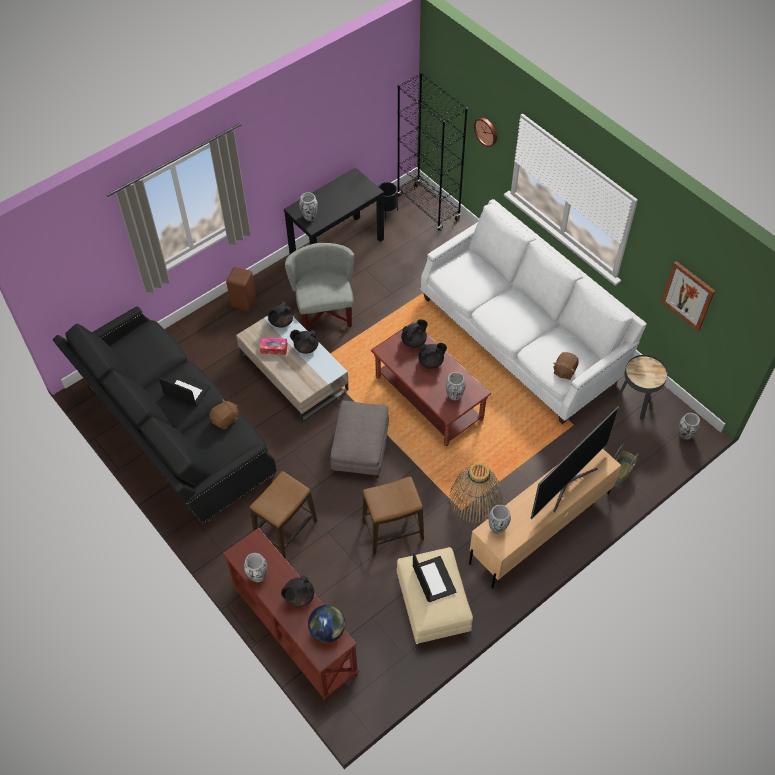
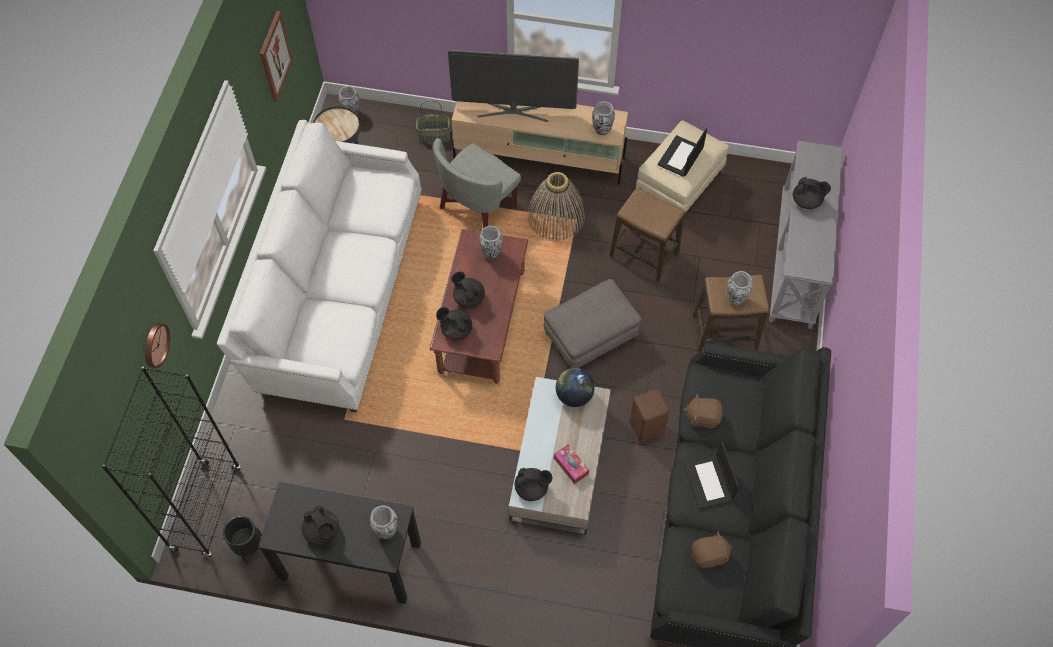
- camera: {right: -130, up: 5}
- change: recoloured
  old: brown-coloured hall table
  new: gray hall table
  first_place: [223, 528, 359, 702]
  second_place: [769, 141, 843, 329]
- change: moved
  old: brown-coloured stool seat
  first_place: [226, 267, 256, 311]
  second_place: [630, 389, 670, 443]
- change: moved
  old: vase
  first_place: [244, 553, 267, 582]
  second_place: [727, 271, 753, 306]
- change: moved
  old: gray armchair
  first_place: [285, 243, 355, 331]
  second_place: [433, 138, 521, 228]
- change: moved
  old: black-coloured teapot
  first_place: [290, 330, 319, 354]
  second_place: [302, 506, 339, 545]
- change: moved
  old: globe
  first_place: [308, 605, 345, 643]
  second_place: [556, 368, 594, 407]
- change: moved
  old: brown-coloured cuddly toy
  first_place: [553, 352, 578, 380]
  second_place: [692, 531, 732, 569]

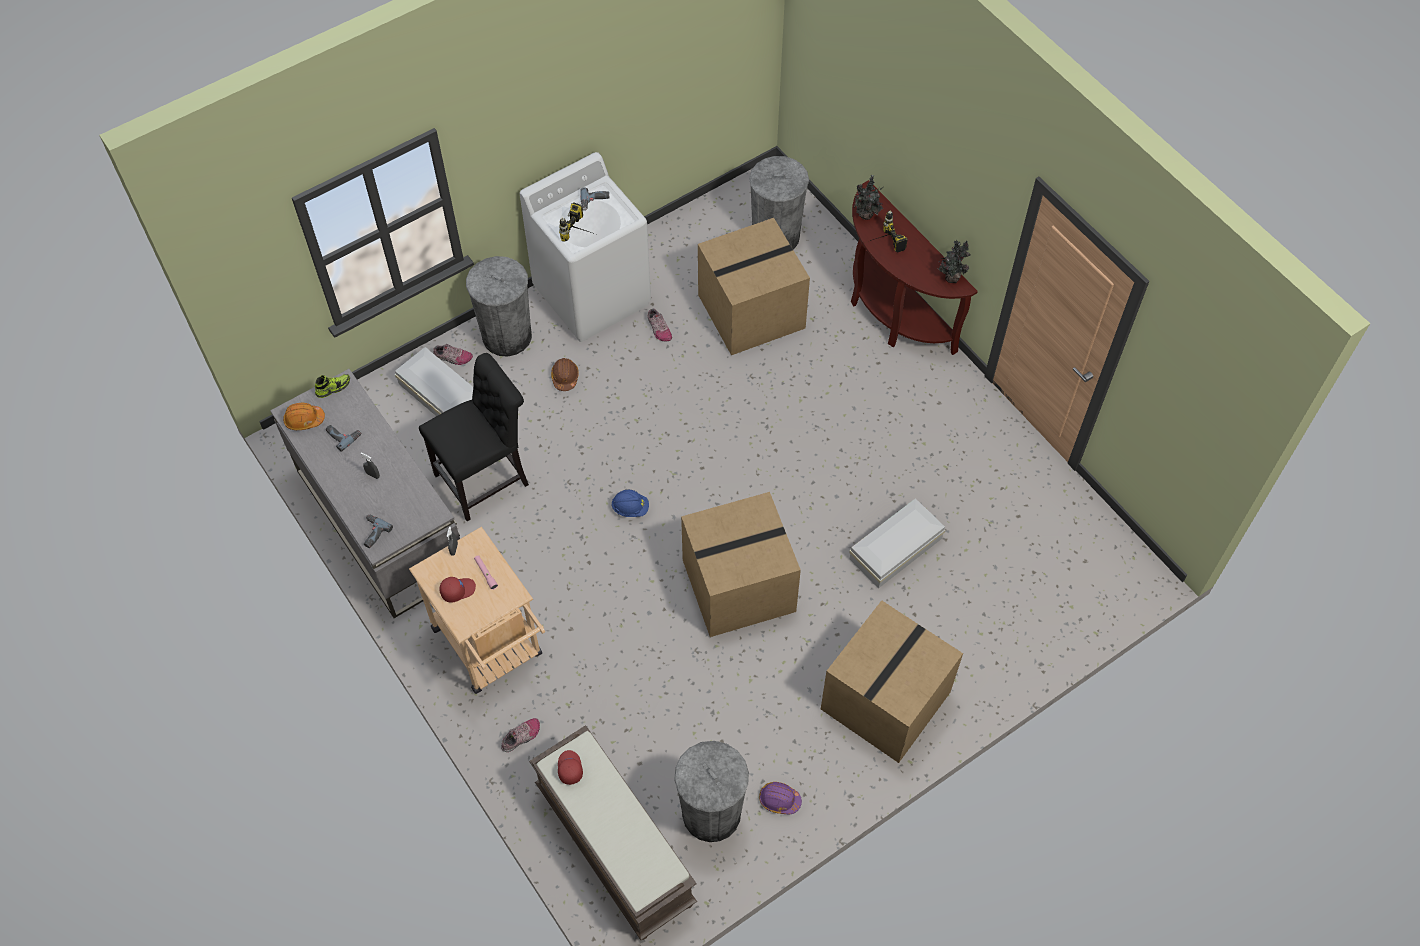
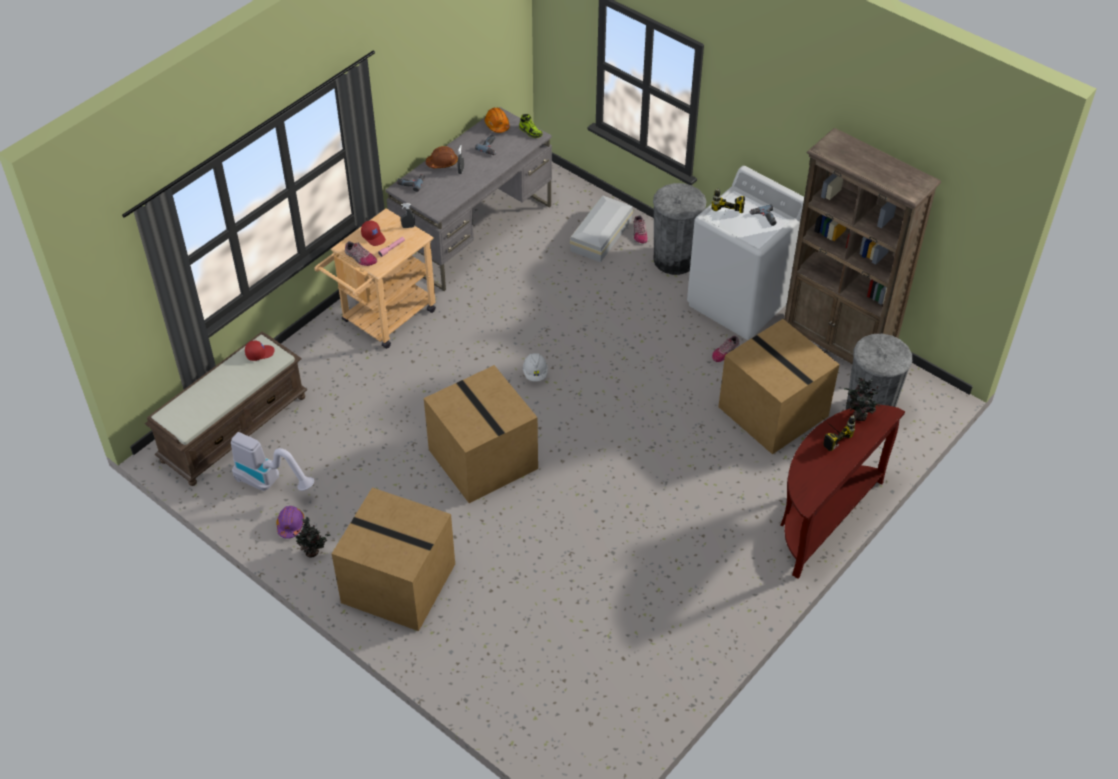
- camera: {right: 75, up: -10}
- change: removed
  old: black-coloured plain chair
  first_place: [419, 353, 529, 521]
- change: moved
  old: shoe
  first_place: [501, 718, 540, 752]
  second_place: [345, 241, 377, 266]
- change: moved
  old: brown-coloured safety helmet
  first_place: [551, 358, 579, 391]
  second_place: [426, 146, 458, 168]
- change: recoloured
  old: bluish safety helmet
  new: white safety helmet
  first_place: [611, 490, 649, 517]
  second_place: [523, 353, 548, 381]
- change: replaced
  old: gray trash can
  new: hoover
  first_place: [674, 741, 749, 842]
  second_place: [231, 432, 314, 491]
- change: removed
  old: white storage bin
  first_place: [849, 498, 945, 588]
- change: moved
  old: houseplant
  first_place: [937, 240, 971, 283]
  second_place: [291, 517, 331, 558]
- change: added
  new: brown-coloured bookcase
  second_place: [784, 128, 941, 364]

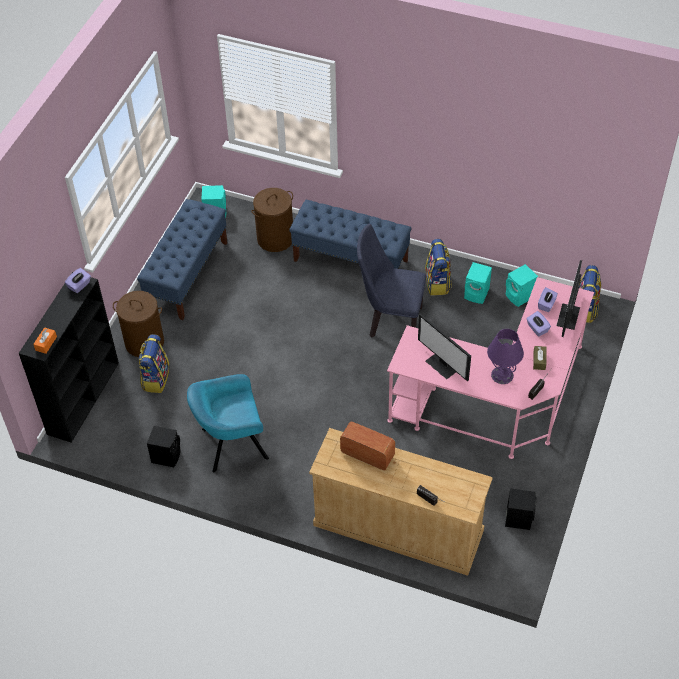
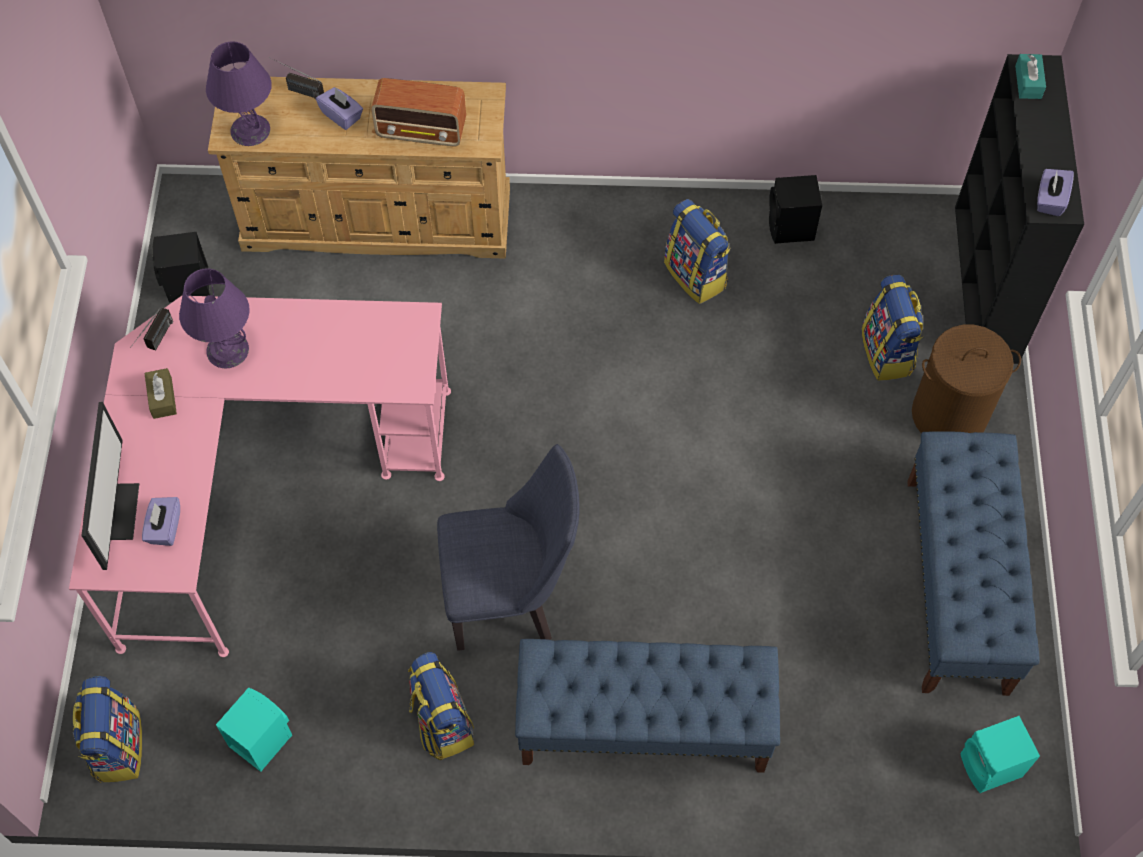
- camera: {right: 160, up: 10}
- change: recoloured
  old: orange-coloured box of tissues
  new: blue-green box of tissues
  first_place: [33, 327, 57, 354]
  second_place: [1015, 54, 1046, 99]
- change: replaced
  old: blue-green armchair
  new: knapsack
  first_place: [187, 374, 269, 473]
  second_place: [664, 199, 731, 304]
- change: removed
  old: brown-coloured hamper
  first_place: [251, 188, 293, 252]
- change: removed
  old: monitor
  first_place: [418, 314, 471, 381]
- change: removed
  old: blue-green loudspeaker
  first_place: [464, 262, 492, 304]
- change: moved
  old: purplish box of tissues
  first_place: [526, 311, 551, 337]
  second_place: [316, 87, 363, 130]
- change: added
  new: purplish lamp for a table
  second_place: [206, 41, 272, 146]

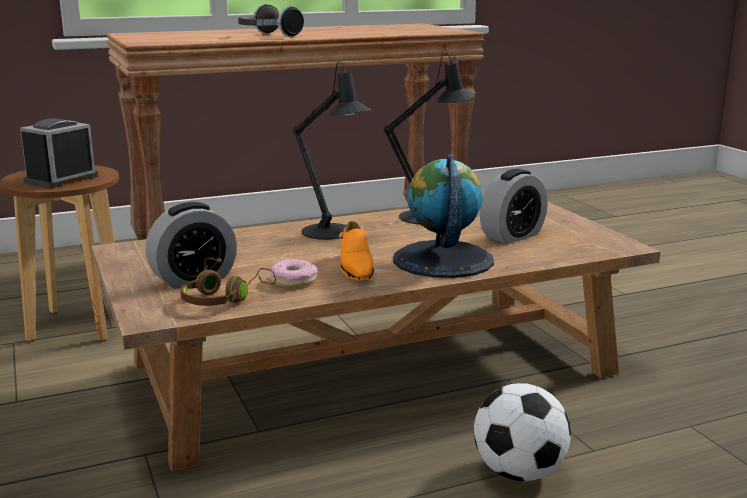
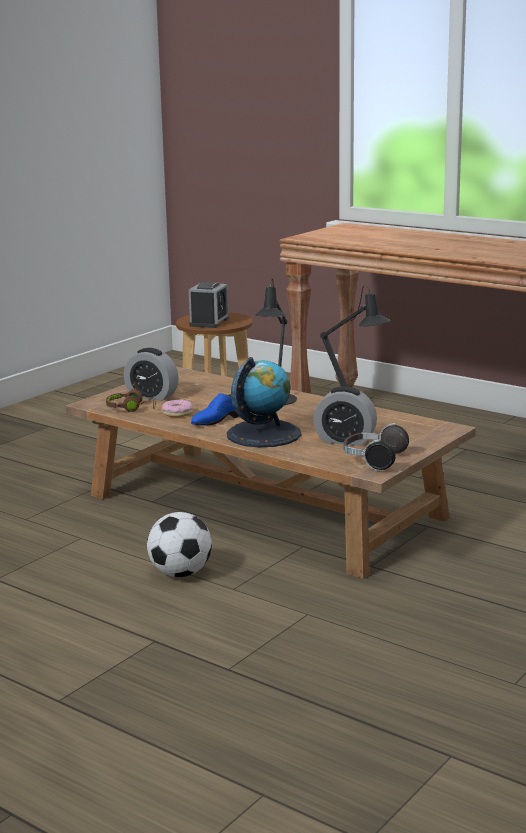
- camera: {right: 60, up: 0}
- change: turned
  old: bedside clock
  first_place: [20, 118, 98, 189]
  second_place: [189, 282, 229, 328]
  degrees: 105
- change: moved
  old: headset
  first_place: [238, 3, 304, 38]
  second_place: [344, 423, 409, 471]
- change: recoloured
  old: orange-coloured shoe
  new: bluish shoe
  first_place: [339, 221, 374, 280]
  second_place: [191, 393, 240, 426]

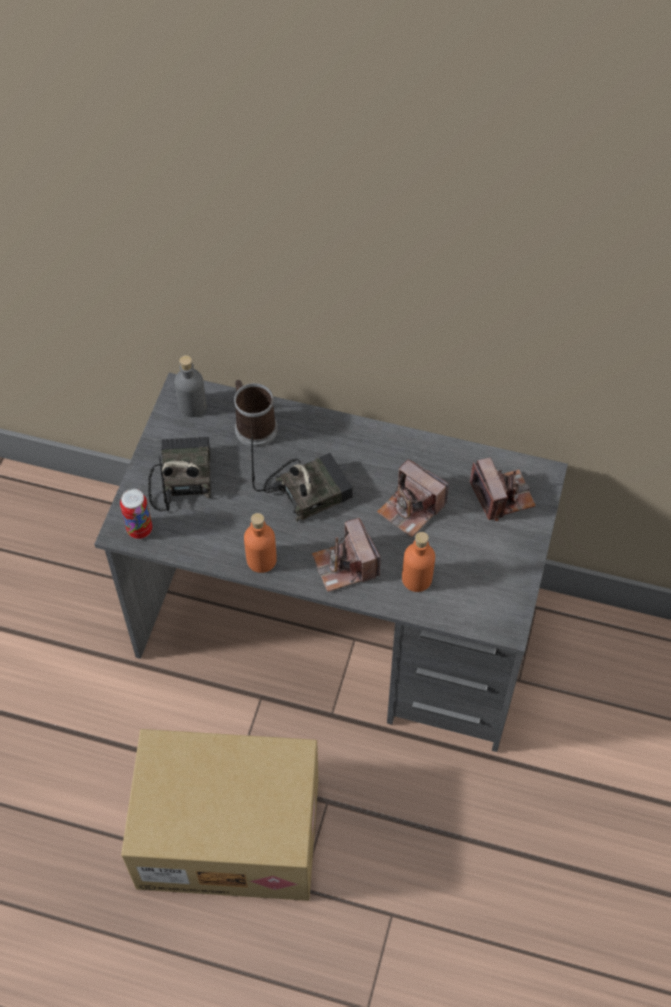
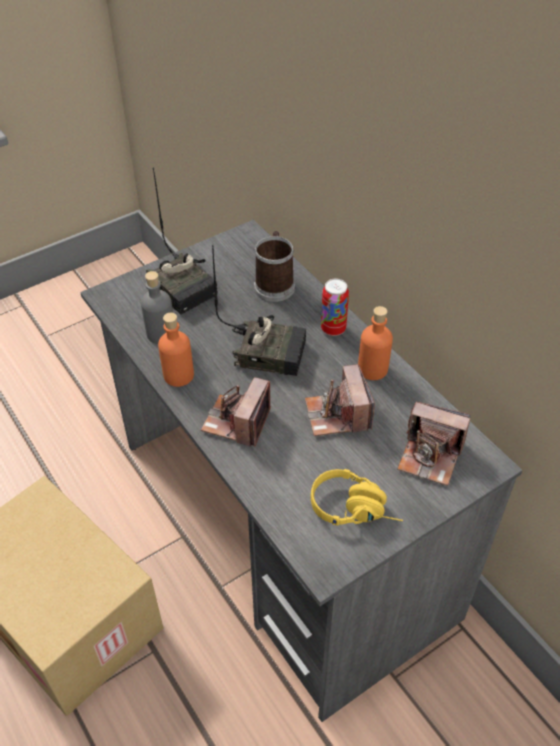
- camera: {right: 40, up: -10}
- change: moved
  old: sealed can
  first_place: [120, 489, 152, 539]
  second_place: [321, 279, 349, 336]
- change: turned
  old: radio set
  first_place: [148, 437, 211, 511]
  second_place: [146, 168, 218, 315]
  degrees: 105
- change: moved
  old: gray beverage bottle
  first_place: [174, 355, 206, 417]
  second_place: [141, 271, 173, 344]
- change: moved
  old: orange-coloured beverage bottle
  first_place: [402, 532, 435, 592]
  second_place: [358, 306, 393, 380]
- change: turned
  old: still camera
  first_place: [469, 457, 536, 521]
  second_place: [397, 402, 471, 486]
  degrees: 90
- change: added
  new: yellow headset
  second_place: [311, 469, 403, 526]

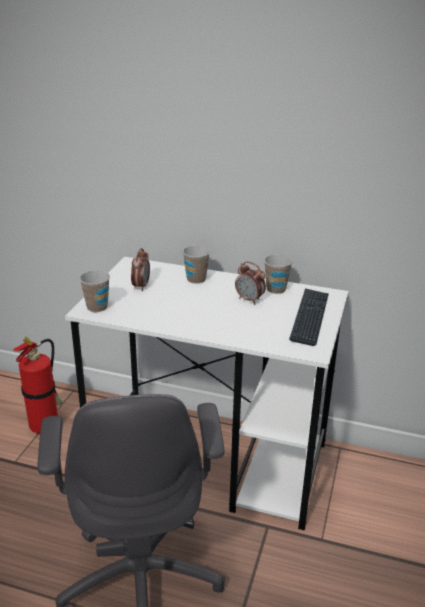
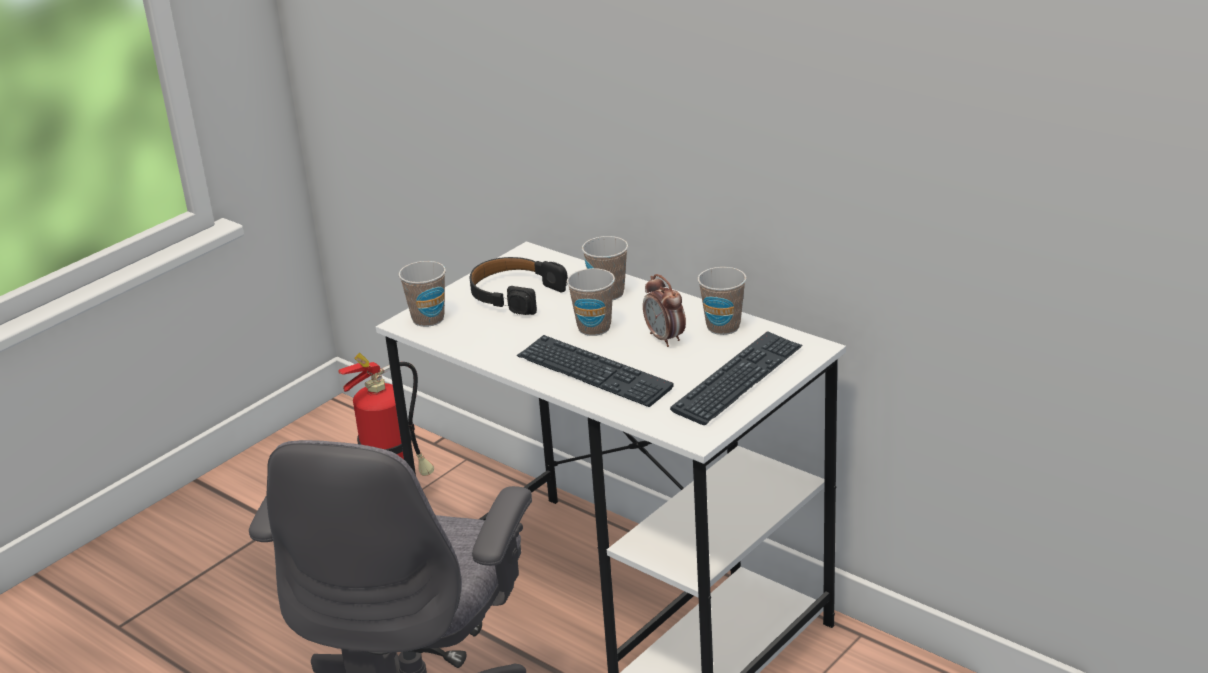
- camera: {right: 25, up: 0}
- change: replaced
  old: bedside clock
  new: black-coloured headset
  first_place: [131, 248, 150, 291]
  second_place: [470, 257, 568, 315]
- change: added
  new: computer keyboard
  second_place: [517, 335, 674, 407]
- change: added
  new: small cup
  second_place: [567, 268, 615, 336]

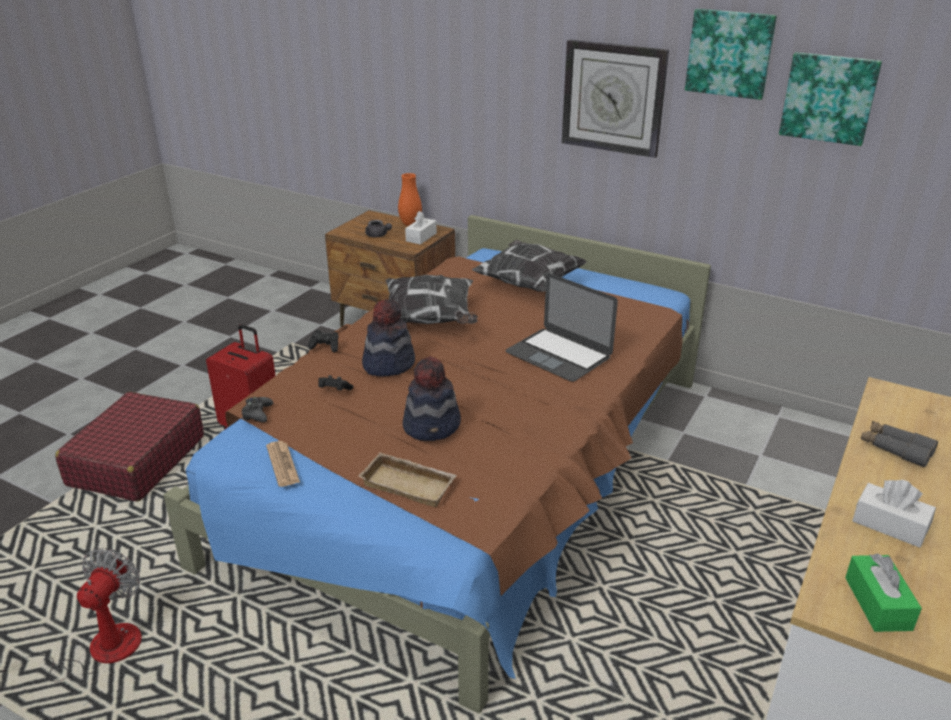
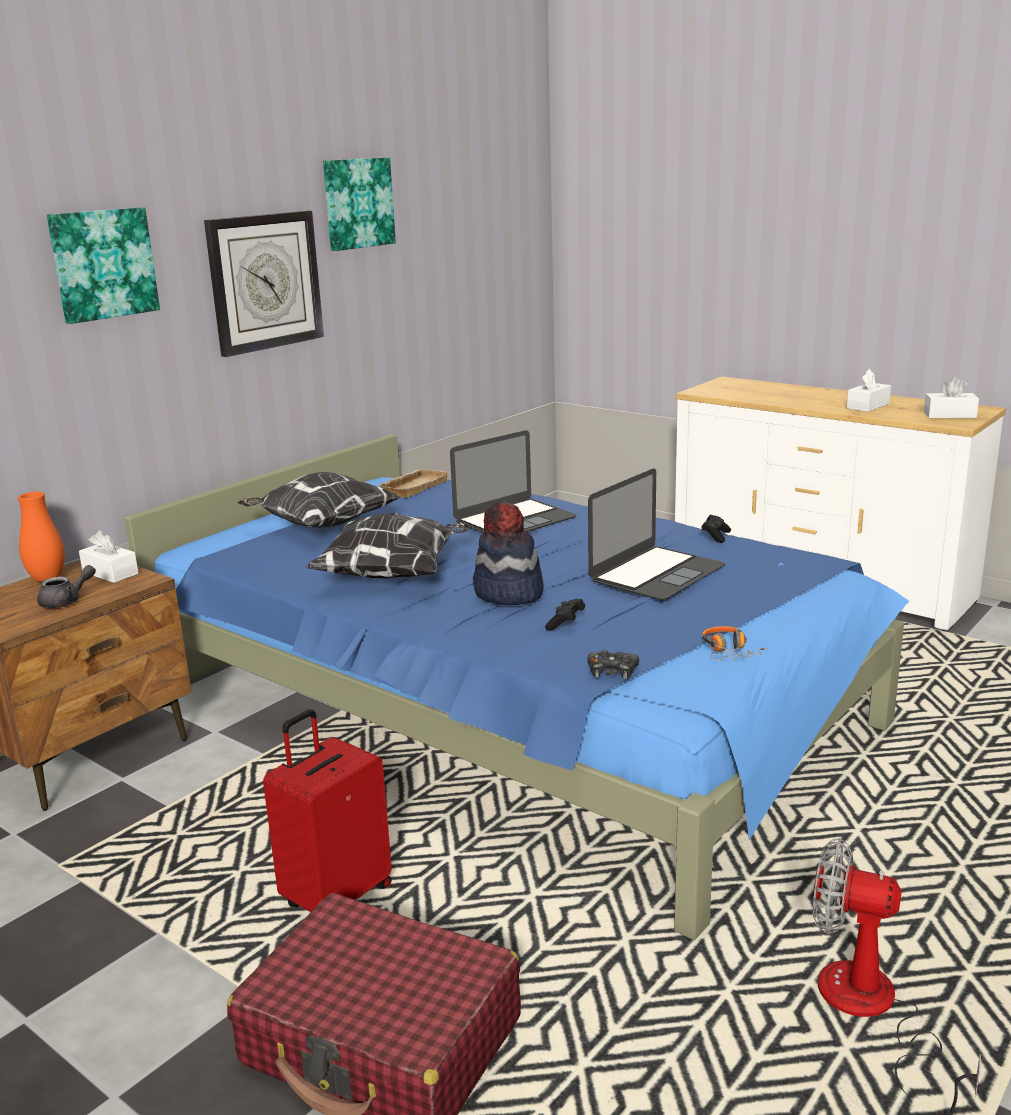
- camera: {right: -80, up: -10}
- change: recoloured
  old: brown-coloured bedroom bed
  new: bluish bedroom bed
  first_place: [163, 215, 711, 714]
  second_place: [124, 434, 909, 940]
- change: replaced
  old: daily paper
  new: headset
  first_place: [266, 441, 300, 487]
  second_place: [702, 626, 767, 661]
- change: moved
  old: black-coloured game controller
  first_place: [308, 330, 339, 352]
  second_place: [701, 514, 731, 543]
- change: moved
  old: beige-coloured serving tray
  first_place: [358, 452, 457, 507]
  second_place: [378, 469, 449, 498]
- change: replaced
  old: hat
  new: notebook computer
  first_place: [403, 356, 461, 441]
  second_place: [588, 468, 725, 600]
- change: moved
  old: wall art
  first_place: [779, 52, 882, 146]
  second_place: [47, 207, 160, 324]
- change: recoloured
  old: green-coloured box of tissues
  new: white box of tissues
  first_place: [845, 554, 922, 632]
  second_place: [924, 377, 979, 418]
- change: removed
  old: gray field glasses
  first_place: [861, 421, 938, 468]

